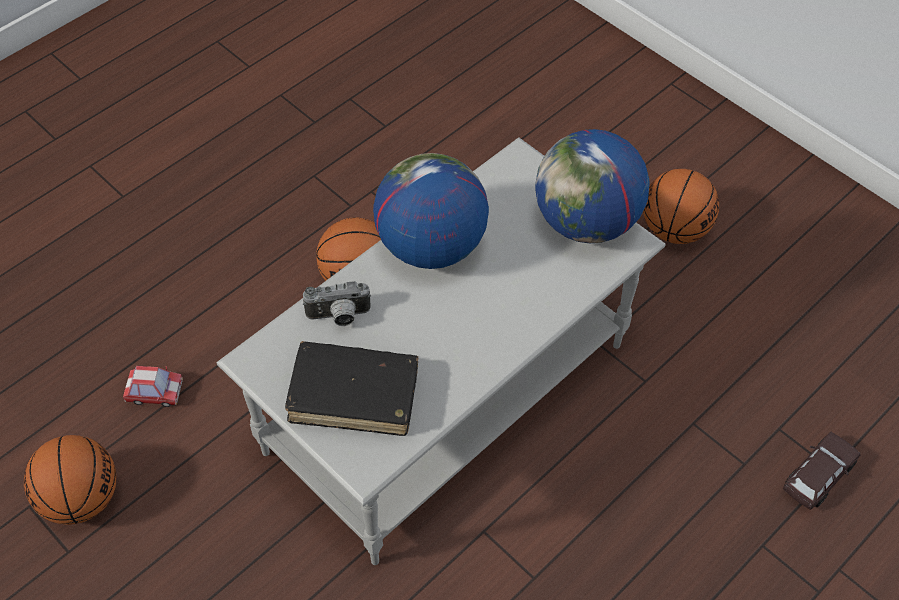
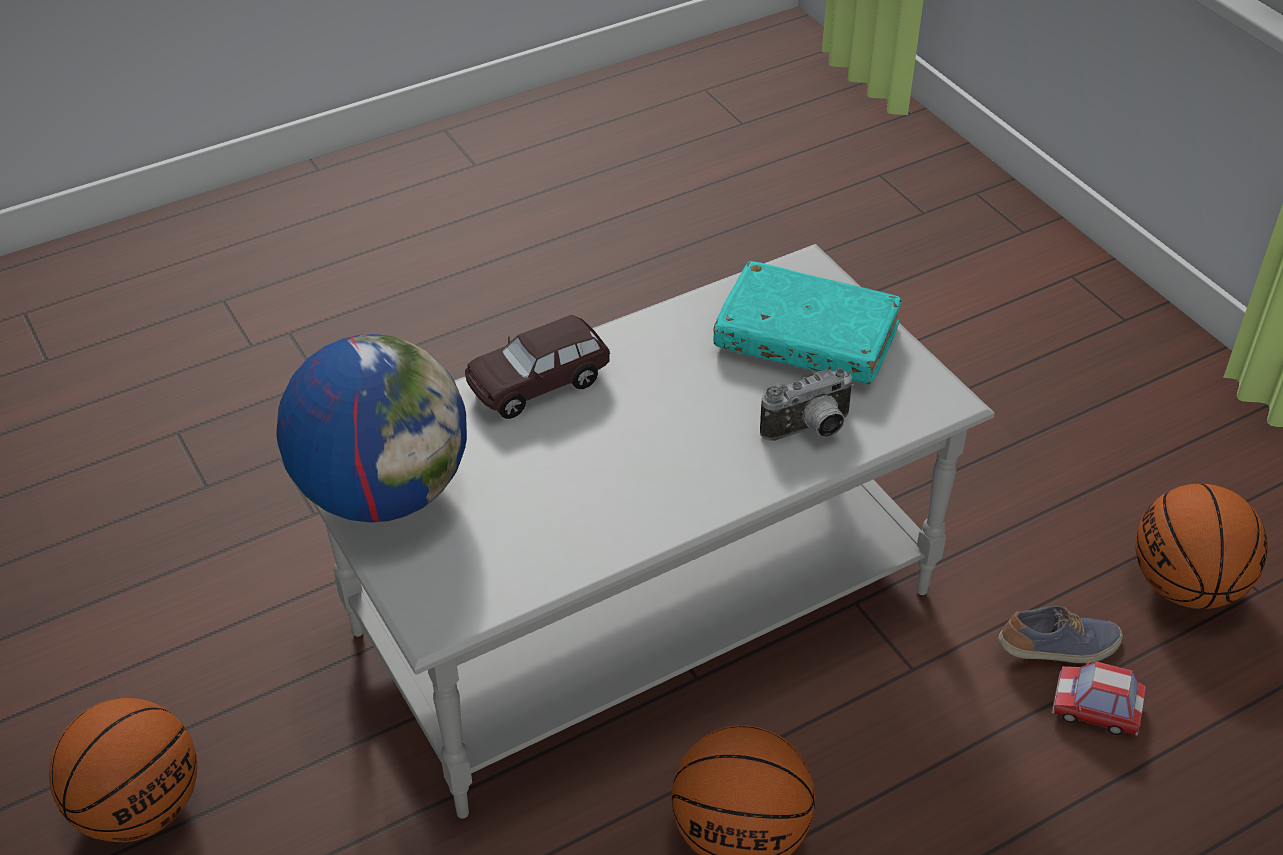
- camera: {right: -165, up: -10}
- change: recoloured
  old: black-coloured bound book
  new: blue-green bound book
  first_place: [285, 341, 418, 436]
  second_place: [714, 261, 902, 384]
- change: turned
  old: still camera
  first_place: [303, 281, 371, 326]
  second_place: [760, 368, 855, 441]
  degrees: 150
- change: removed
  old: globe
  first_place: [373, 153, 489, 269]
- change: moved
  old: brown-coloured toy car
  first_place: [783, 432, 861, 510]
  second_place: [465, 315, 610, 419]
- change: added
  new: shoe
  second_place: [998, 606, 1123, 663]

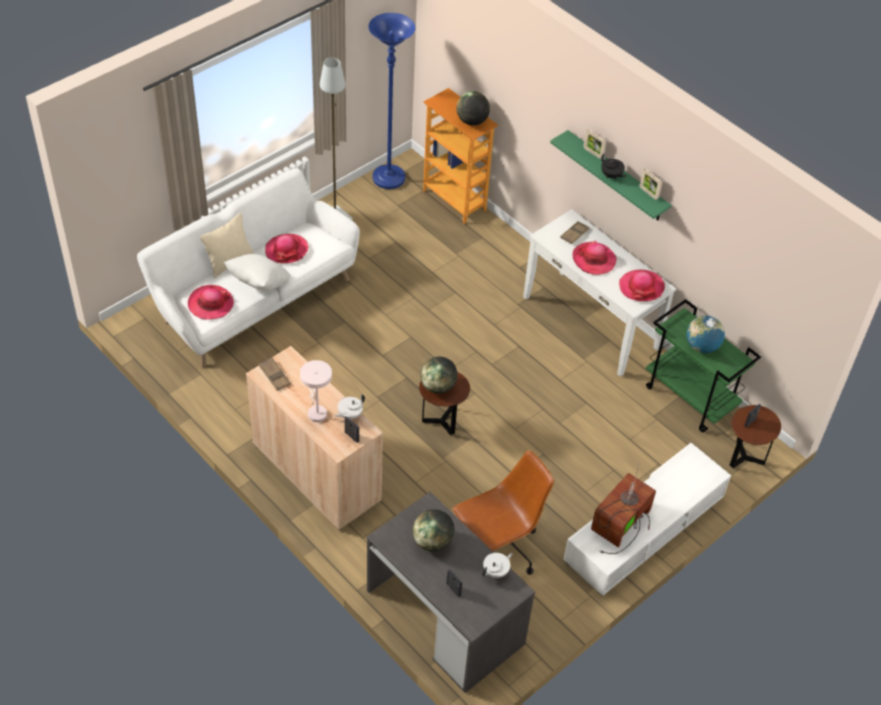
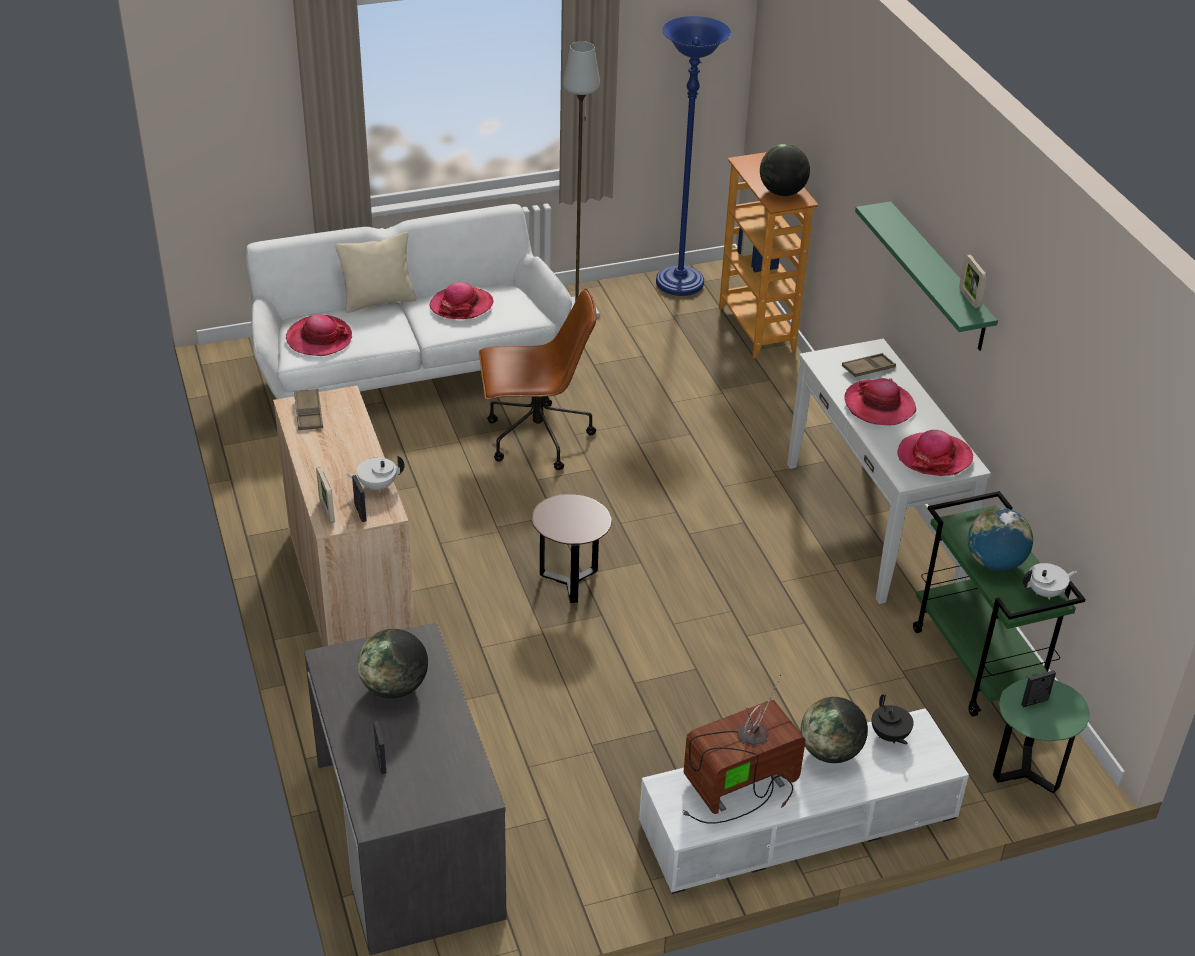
- camera: {right: 25, up: -10}
- change: removed
  old: white pillow
  first_place: [224, 254, 291, 291]
- change: removed
  old: white lamp for a table
  first_place: [300, 360, 332, 422]
- change: moved
  old: globe
  first_place: [420, 357, 457, 394]
  second_place: [801, 697, 868, 763]
- change: moved
  old: brown-coloured desk chair
  first_place: [452, 450, 554, 575]
  second_place: [479, 288, 597, 470]
- change: moved
  old: white teapot
  first_place: [482, 553, 513, 578]
  second_place: [1023, 563, 1077, 600]
- change: moved
  old: picture frame
  first_place: [583, 129, 606, 159]
  second_place: [316, 467, 335, 523]
- change: moved
  old: black-coloured teapot
  first_place: [601, 153, 626, 179]
  second_place: [872, 694, 914, 745]
- change: recoloured
  old: brown-coloured accent table
  new: green-coloured accent table
  first_place: [730, 405, 781, 469]
  second_place: [993, 678, 1090, 793]

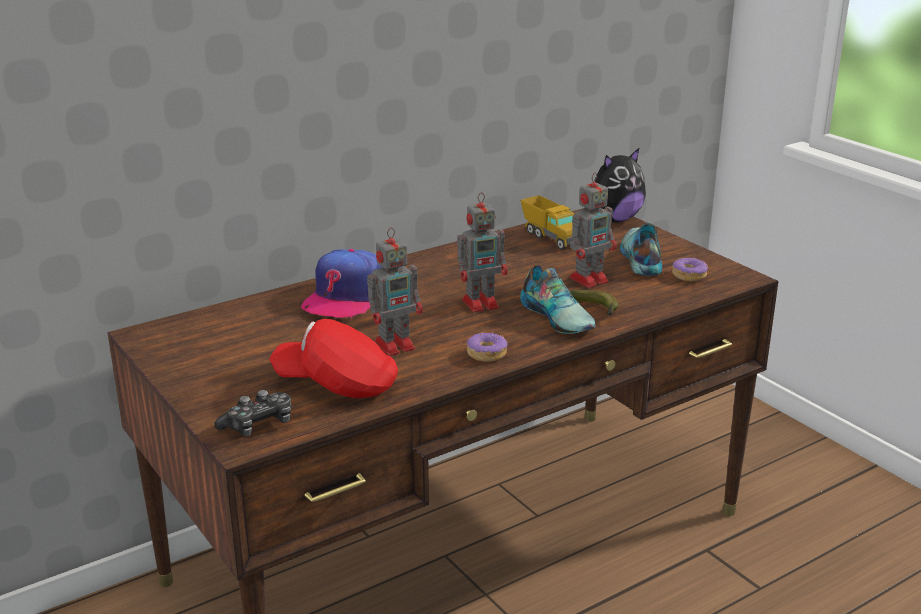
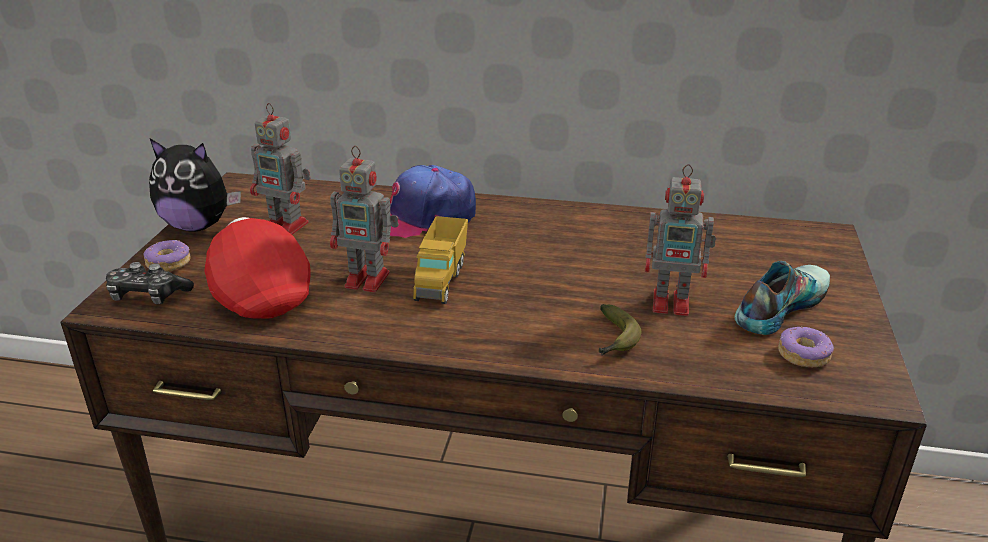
- camera: {right: 45, up: 5}
- change: moved
  old: toy robot
  first_place: [457, 192, 507, 312]
  second_place: [250, 103, 311, 235]
- change: moved
  old: donut
  first_place: [467, 332, 507, 362]
  second_place: [143, 240, 191, 272]
- change: moved
  old: toy lorry
  first_place: [520, 195, 574, 250]
  second_place: [413, 216, 468, 304]
- change: removed
  old: shoe
  first_place: [520, 265, 596, 334]
- change: moved
  old: cuddly toy
  first_place: [594, 147, 646, 222]
  second_place: [149, 139, 241, 232]

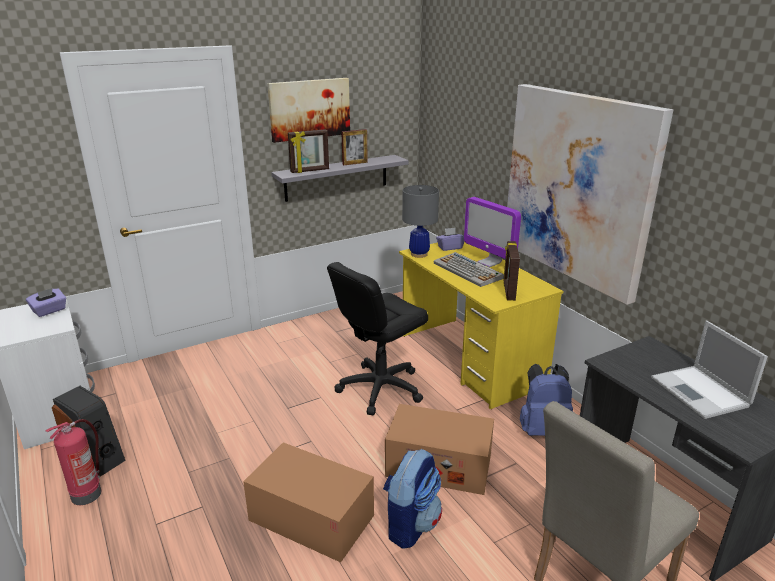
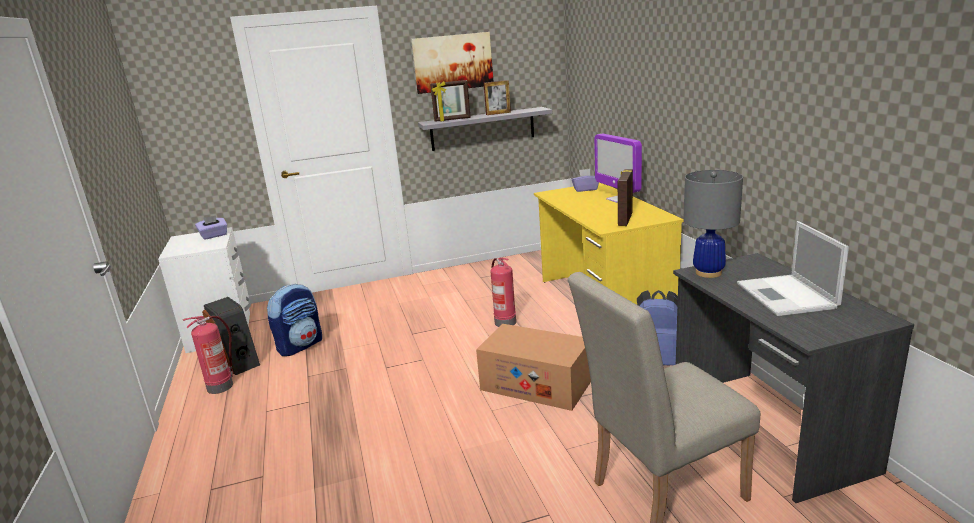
- camera: {right: 15, up: -5}
- change: removed
  old: cardboard box
  first_place: [243, 442, 374, 563]
- change: replaced
  old: black-coloured desk chair
  new: fire-fighting cylinder
  first_place: [327, 262, 428, 415]
  second_place: [490, 257, 516, 327]
- change: moved
  old: knapsack
  first_place: [383, 449, 442, 549]
  second_place: [267, 284, 322, 356]
- change: moved
  old: gray lamp for a table
  first_place: [402, 185, 439, 258]
  second_place: [683, 170, 743, 278]
- change: removed
  old: computer keyboard
  first_place: [434, 252, 504, 287]
- change: removed
  old: wall art
  first_place: [507, 84, 673, 305]

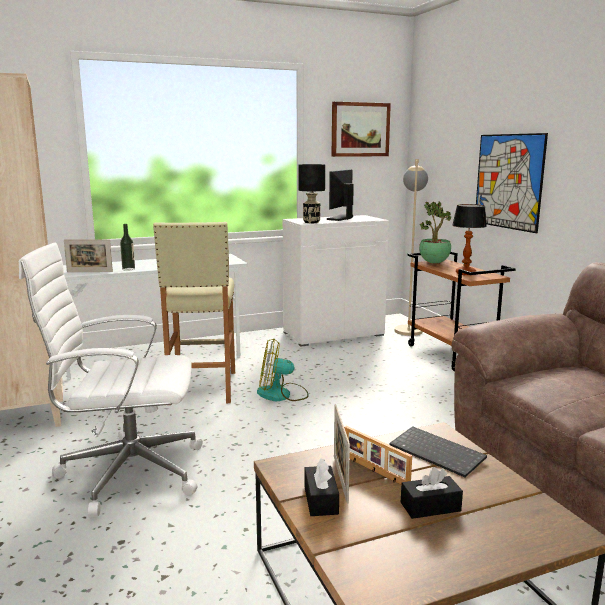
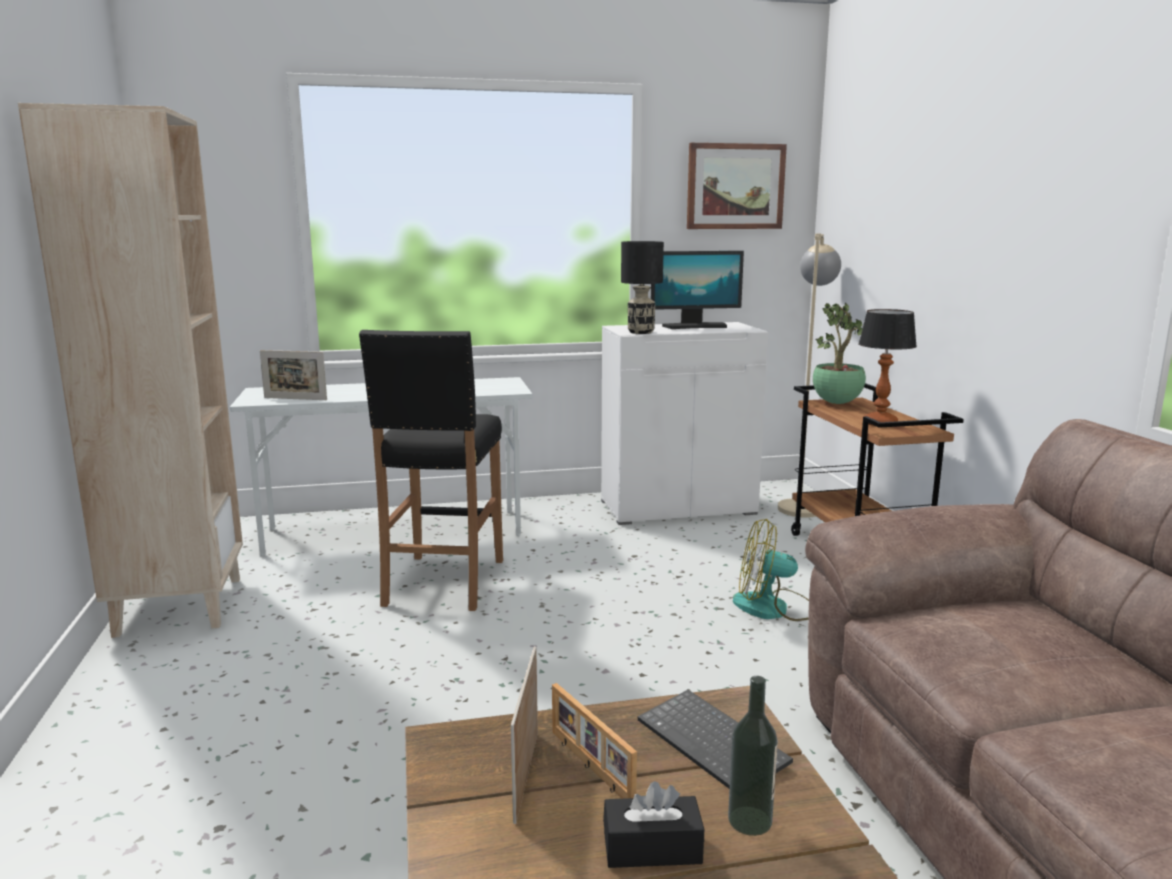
- camera: {right: 10, up: 0}
- change: removed
  old: white desk chair
  first_place: [19, 242, 203, 517]
- change: moved
  old: beverage bottle
  first_place: [120, 224, 135, 271]
  second_place: [728, 676, 778, 836]
- change: recoloured
  old: beige-coloured stool seat
  new: black-coloured stool seat
  first_place: [153, 222, 235, 403]
  second_place: [359, 330, 503, 611]
- change: moved
  old: cooling fan
  first_place: [257, 339, 309, 402]
  second_place: [733, 519, 809, 621]
- change: removed
  old: black-coloured box of tissues
  first_place: [304, 458, 339, 516]
- change: turned
  old: monitor
  first_place: [327, 169, 354, 221]
  second_place: [651, 251, 744, 329]
  degrees: -135
- change: removed
  old: wall art
  first_place: [476, 133, 548, 233]

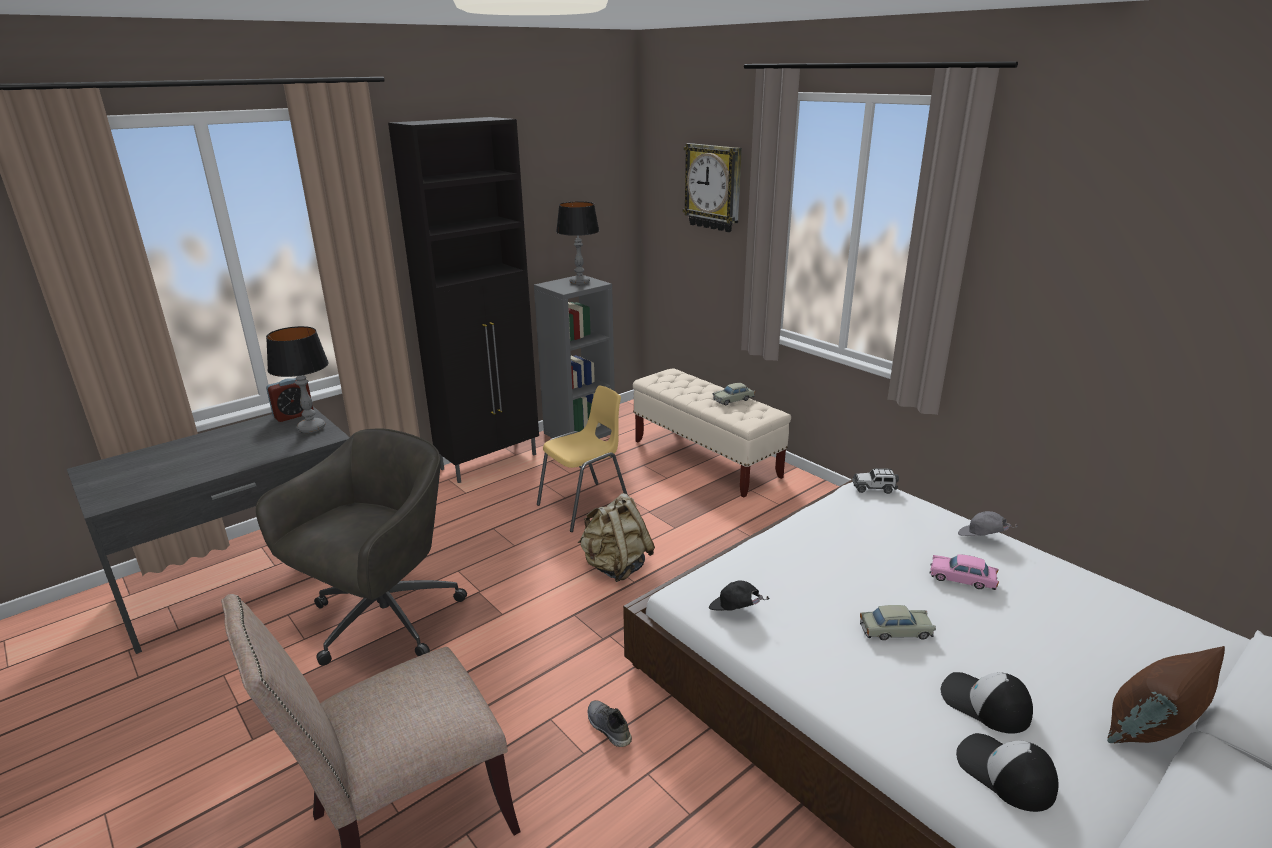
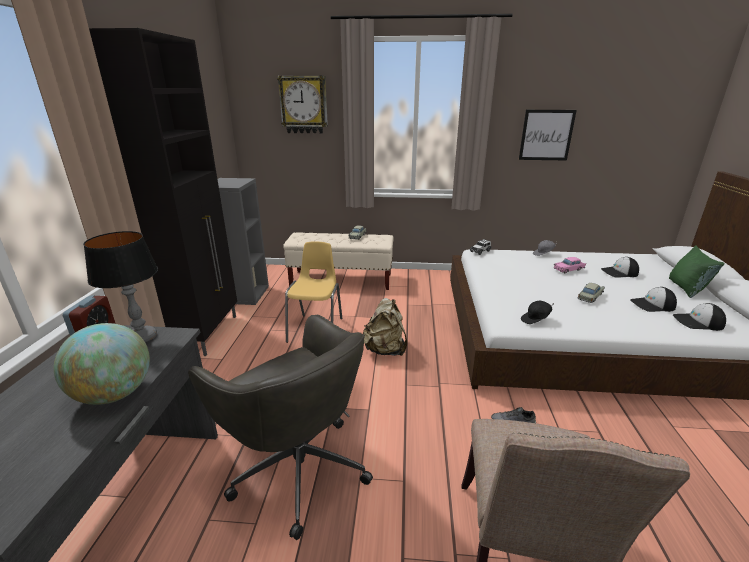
- camera: {right: -45, up: 0}
- change: turned
  old: gray desk chair
  first_place: [256, 428, 467, 665]
  second_place: [188, 315, 373, 540]
  degrees: 150
- change: removed
  old: lamp for a table
  first_place: [556, 201, 599, 285]
- change: recoloured
  old: brown-coloured pillow
  new: green-coloured pillow
  first_place: [1107, 646, 1225, 743]
  second_place: [669, 245, 724, 298]
- change: added
  new: globe
  second_place: [54, 323, 150, 405]
- change: added
  new: wall art
  second_place: [519, 110, 577, 160]
- change: added
  new: baseball cap
  second_place: [601, 257, 639, 278]

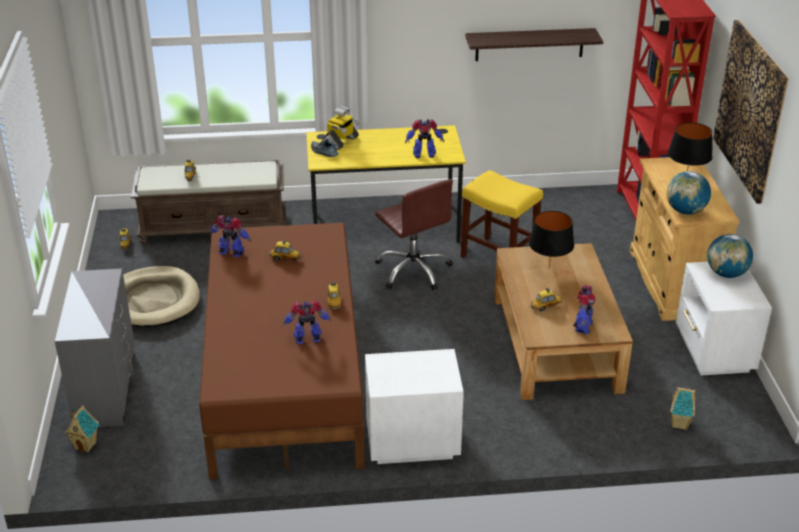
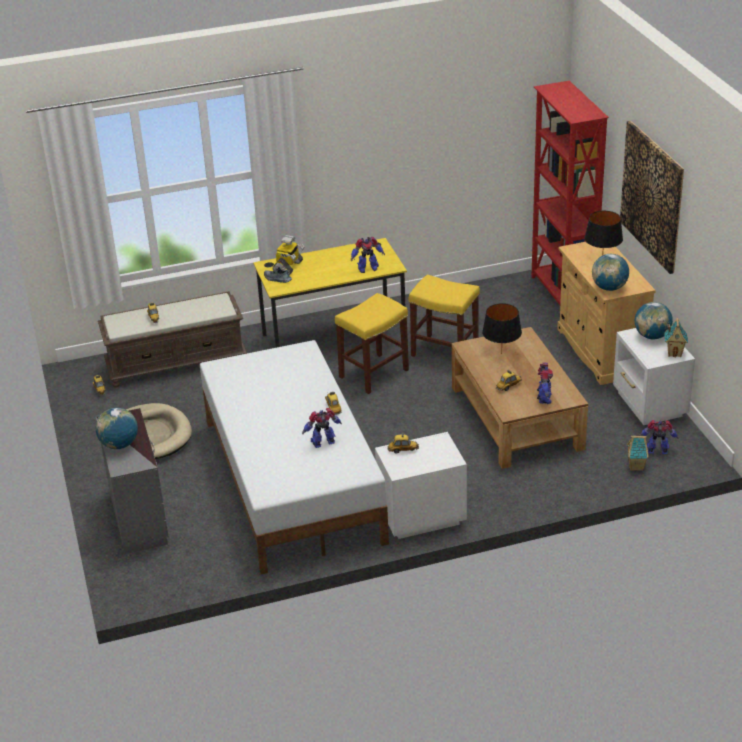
- camera: {right: -10, up: 0}
- change: moved
  old: model house
  first_place: [64, 405, 99, 453]
  second_place: [664, 318, 688, 357]
- change: recoloured
  old: brown-coloured bedroom bed
  new: white bedroom bed
  first_place: [199, 223, 365, 479]
  second_place: [200, 340, 389, 574]
- change: moved
  old: toy robot
  first_place: [211, 215, 251, 257]
  second_place: [640, 420, 678, 454]
- change: moved
  old: toy car
  first_place: [269, 240, 302, 261]
  second_place: [388, 433, 419, 453]
- change: replaced
  old: brown-coloured desk chair
  new: yellow stool seat
  first_place: [375, 179, 453, 290]
  second_place: [335, 293, 409, 394]
- change: removed
  old: wall shelf
  first_place: [465, 28, 603, 61]
- change: added
  new: globe
  second_place: [95, 408, 138, 449]

